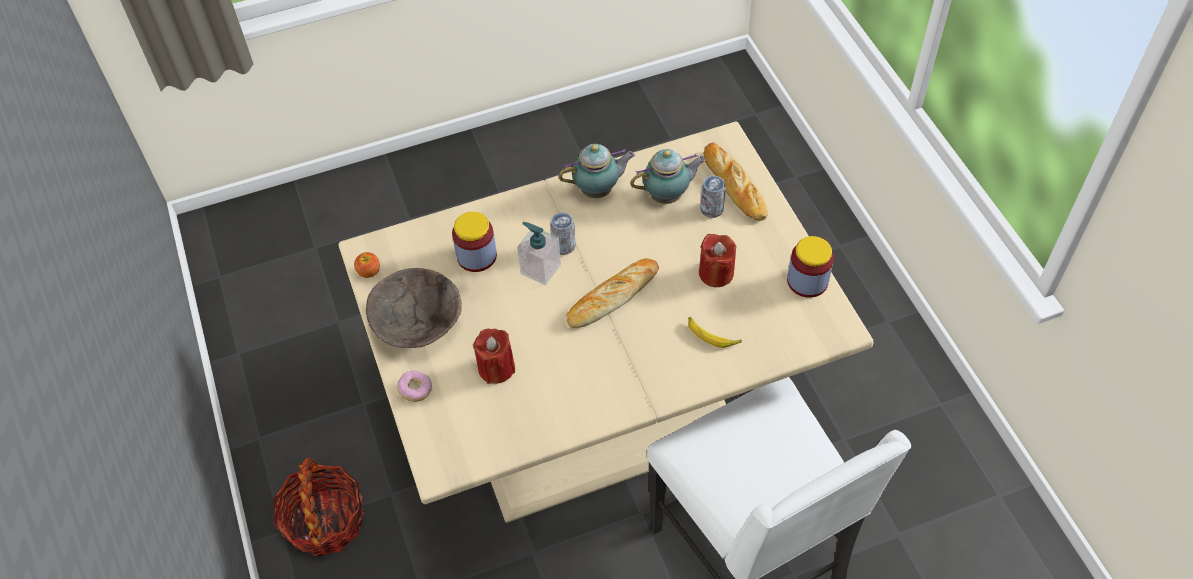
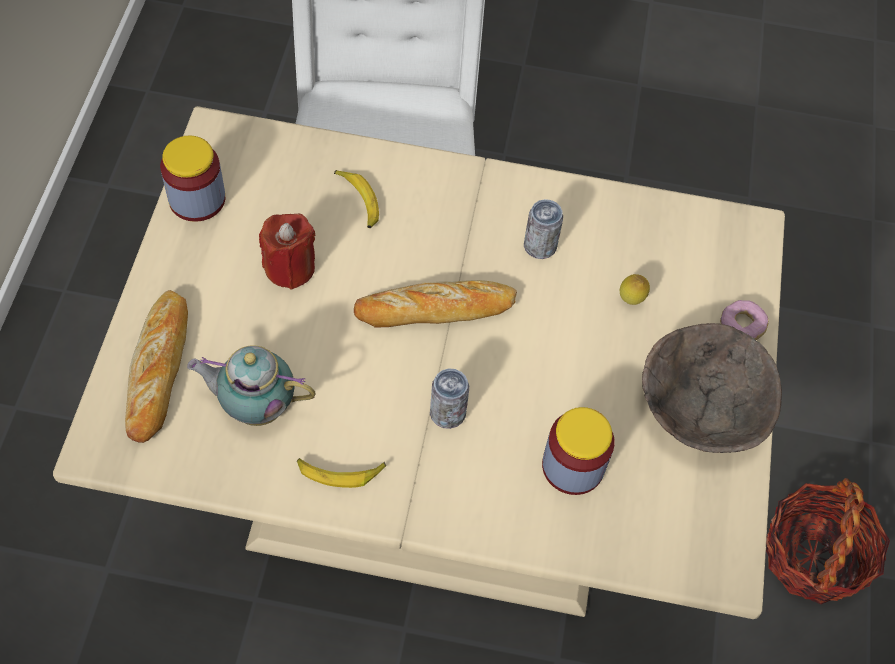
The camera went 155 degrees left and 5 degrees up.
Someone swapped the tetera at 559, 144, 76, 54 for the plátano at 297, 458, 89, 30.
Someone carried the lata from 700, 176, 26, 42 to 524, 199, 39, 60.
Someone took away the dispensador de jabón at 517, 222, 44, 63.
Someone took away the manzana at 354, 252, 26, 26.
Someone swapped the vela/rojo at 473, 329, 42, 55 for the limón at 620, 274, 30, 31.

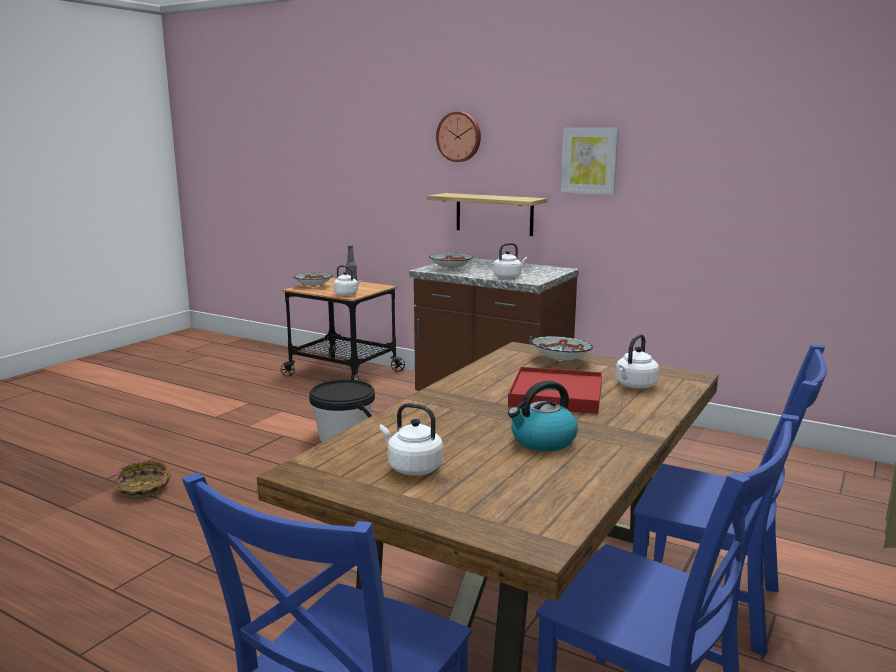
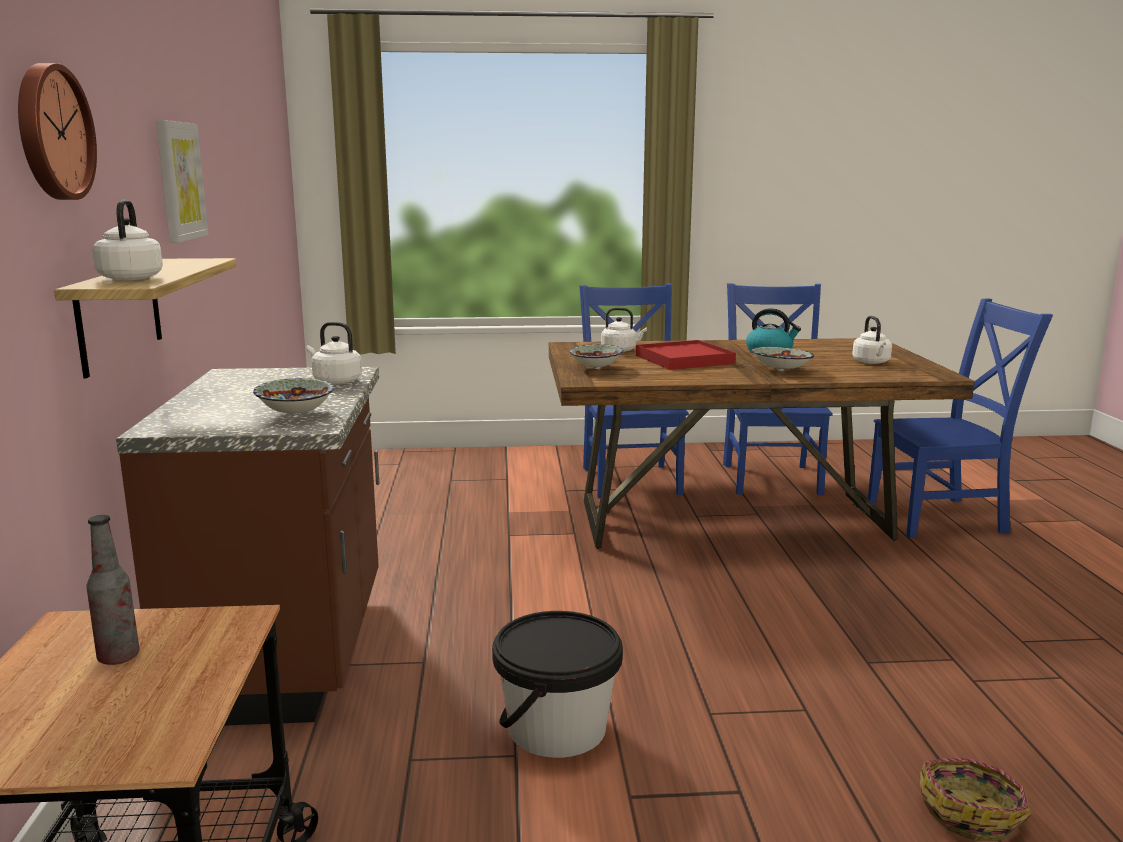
The camera went 125 degrees left and 0 degrees up.
Someone carried the hervidor/blanco from 334, 265, 27, 31 to 93, 200, 70, 80.
Someone carried the cuenco from 294, 273, 39, 14 to 751, 347, 63, 24.

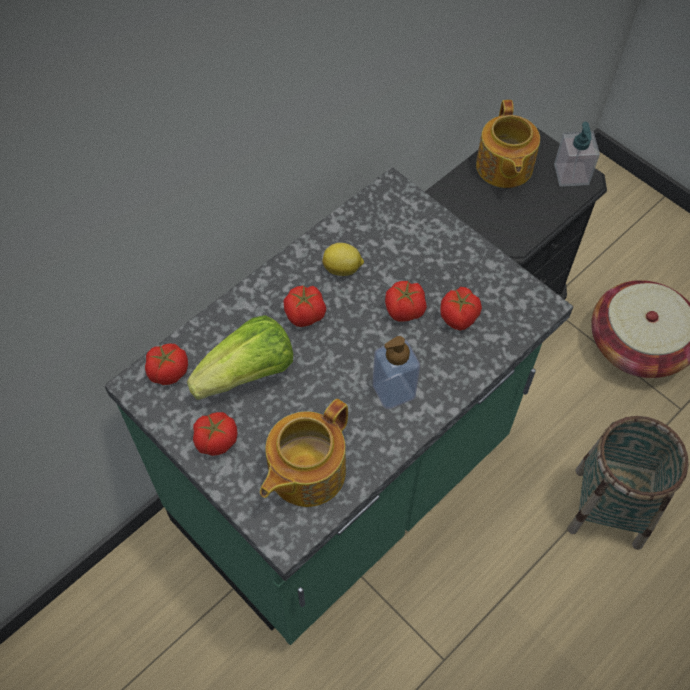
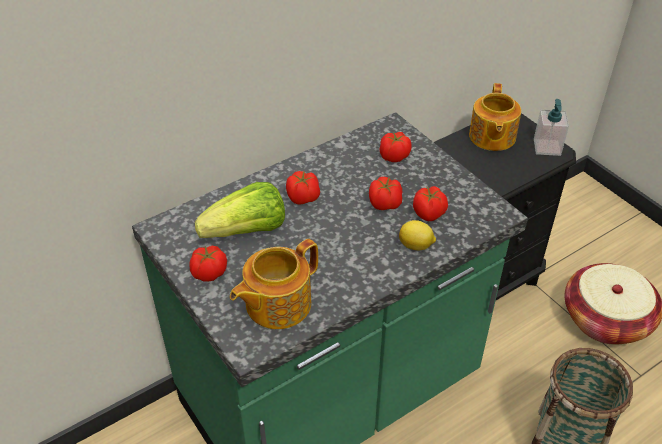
The camera went 10 degrees right and 15 degrees down.
Someone carried the limón from 322, 243, 42, 33 to 399, 220, 37, 30.
Someone took away the dispensador de jabón at 373, 336, 47, 73.
Someone carried the tomate from 145, 344, 43, 41 to 380, 132, 32, 30.

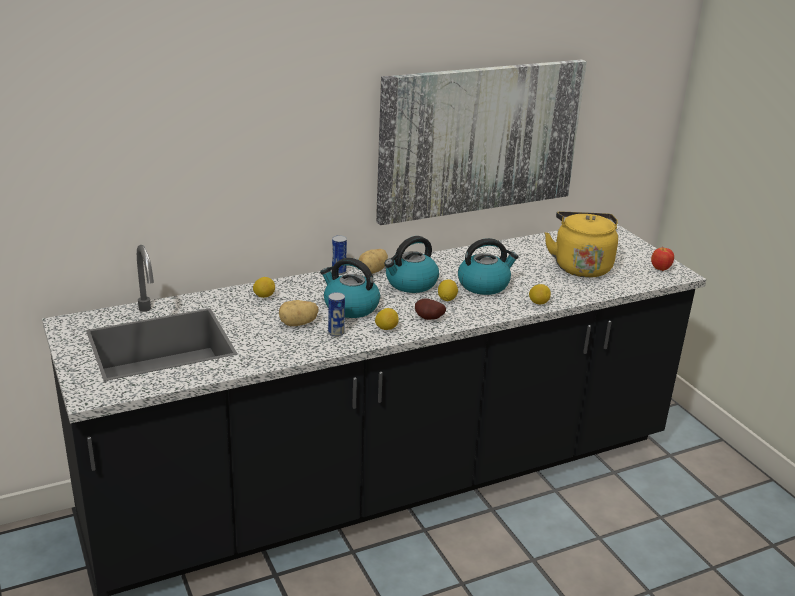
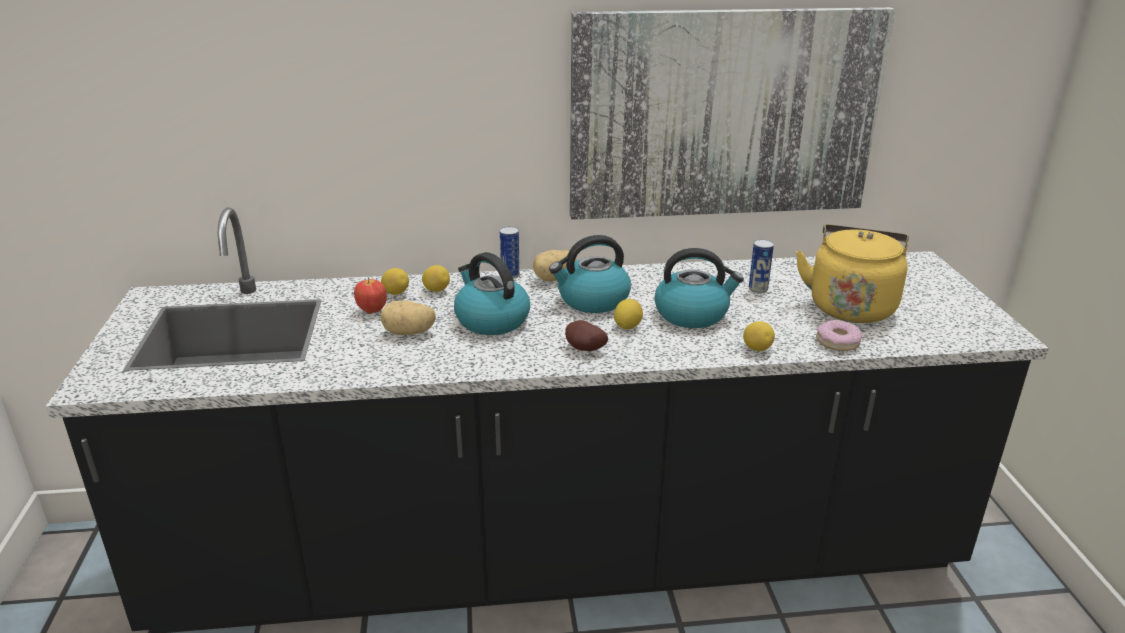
The camera went 20 degrees right and 0 degrees up.
Someone carried the manzana from 651, 247, 23, 24 to 354, 278, 33, 36.
Someone carried the lata from 328, 292, 17, 45 to 749, 239, 25, 54.
Someone carried the limón from 375, 308, 24, 22 to 422, 265, 28, 27.
Someone put down the rosquilla at 816, 320, 47, 31.

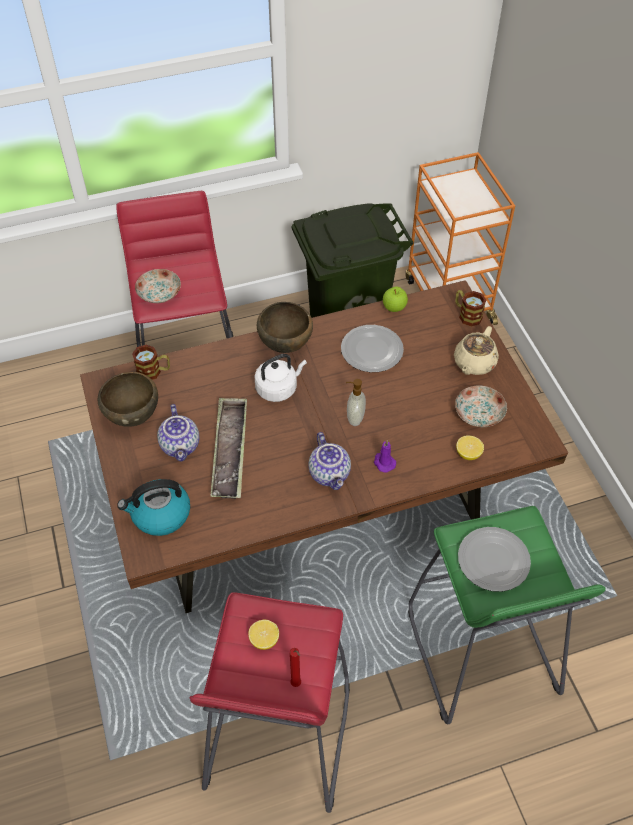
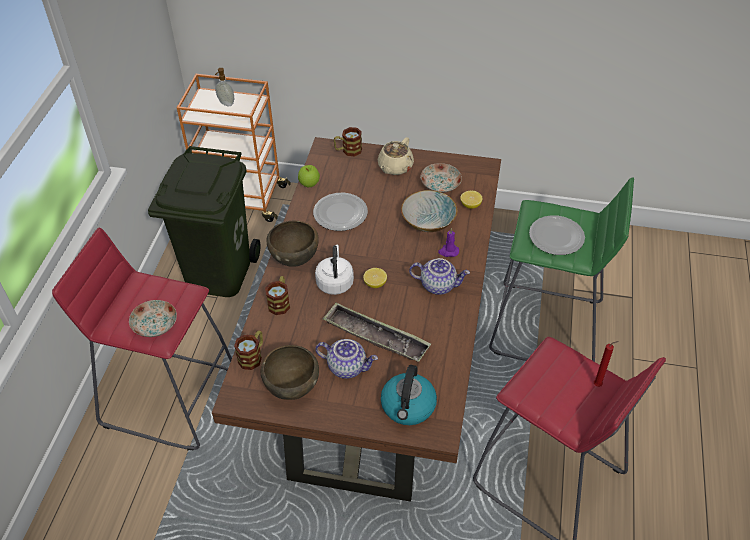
The camera went 60 degrees left and 5 degrees down.
Someone rotated the tetera/beis at 454, 326, 45, 49 by 60 degrees clockwise.
Someone carried the dispensador de jabón from 346, 379, 20, 47 to 215, 68, 19, 38.
Someone carried the limón from 248, 620, 31, 30 to 363, 268, 24, 20.
Someone put down the cuenco at 401, 190, 56, 42.
Someone put down the taza grande at 265, 276, 25, 39.

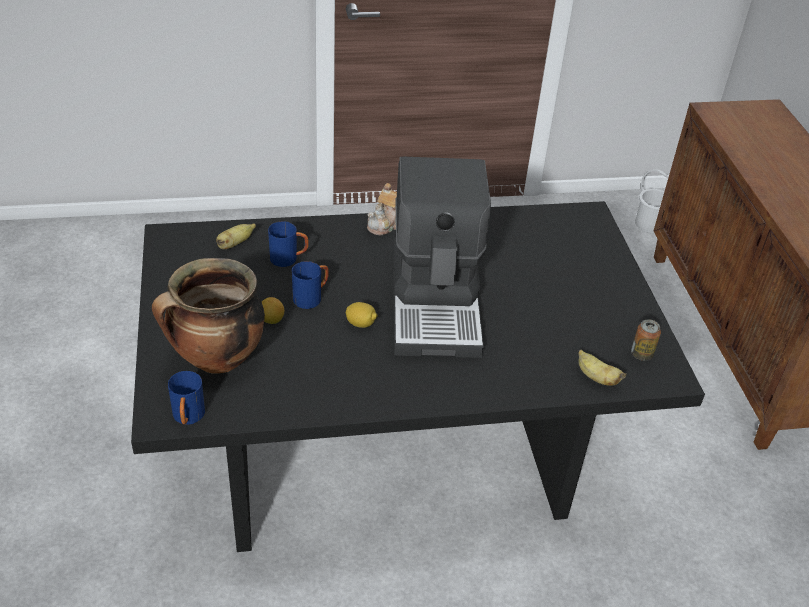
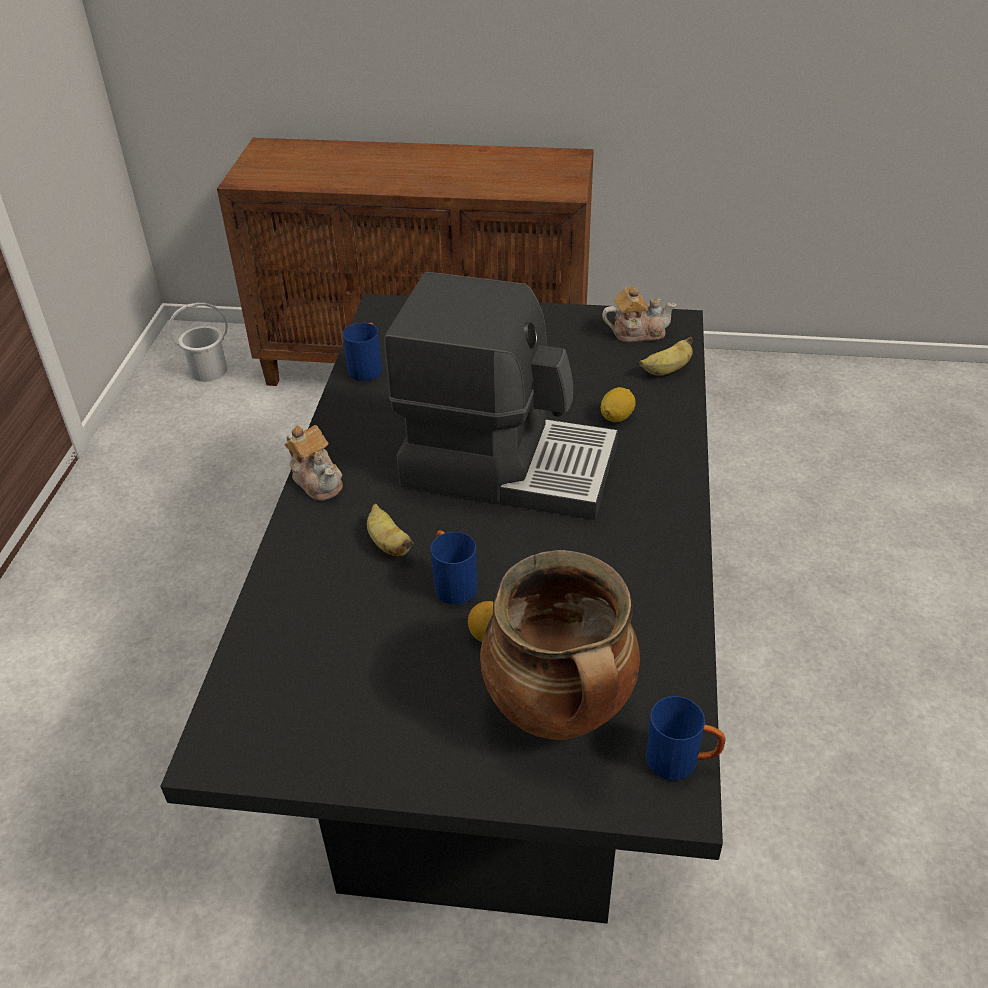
The camera went 70 degrees left and 0 degrees up.
Someone carried the taza grande/azul from 268, 221, 41, 46 to 342, 323, 40, 58.
Someone carried the plátano from 216, 223, 40, 26 to 367, 504, 46, 52.
Someone carried the limón from 346, 302, 32, 26 to 601, 387, 35, 35.
Someone swapped the lata at 631, 319, 30, 42 for the tetera at 602, 286, 75, 56.

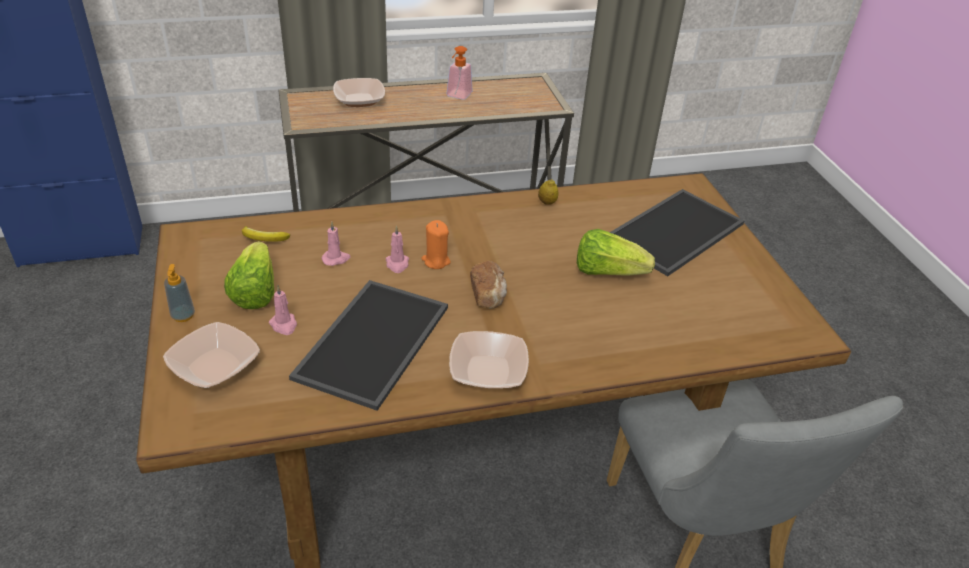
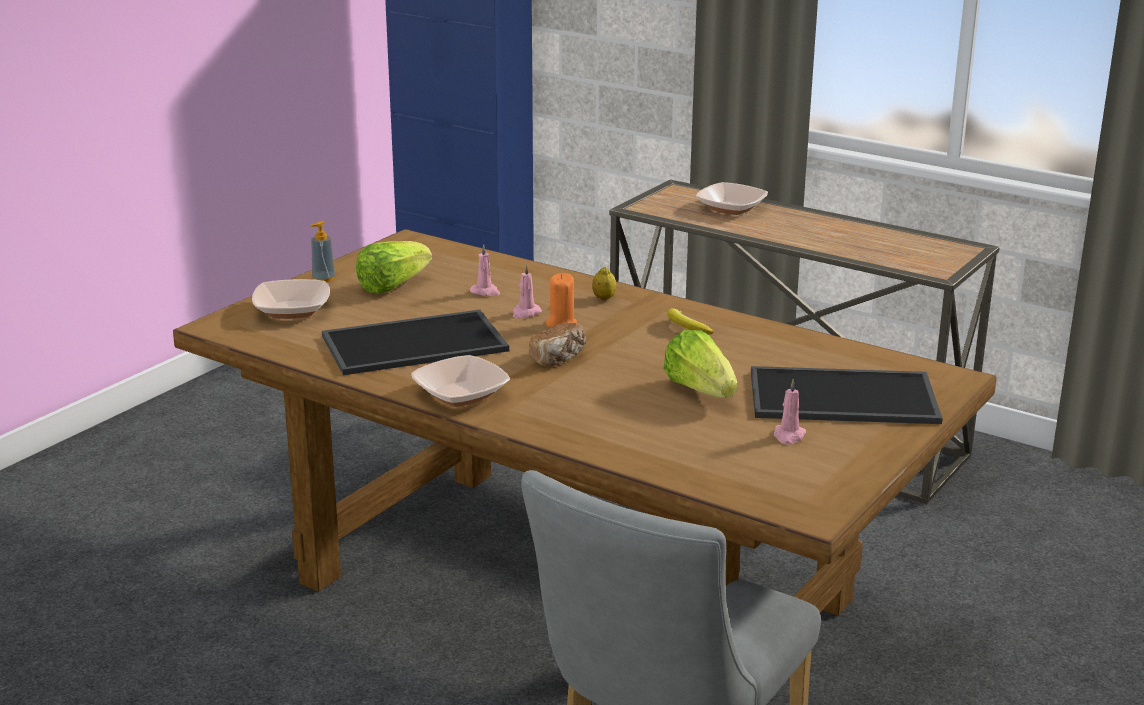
The camera went 50 degrees right and 15 degrees down.
Someone took away the dispensador de jabón at 447, 46, 25, 54.
Someone carried the limón from 538, 180, 20, 25 to 592, 267, 24, 33.
Someone carried the plátano from 242, 226, 48, 16 to 667, 308, 46, 27.
Someone carried the vela/rosa from 269, 285, 28, 50 to 774, 379, 33, 66.

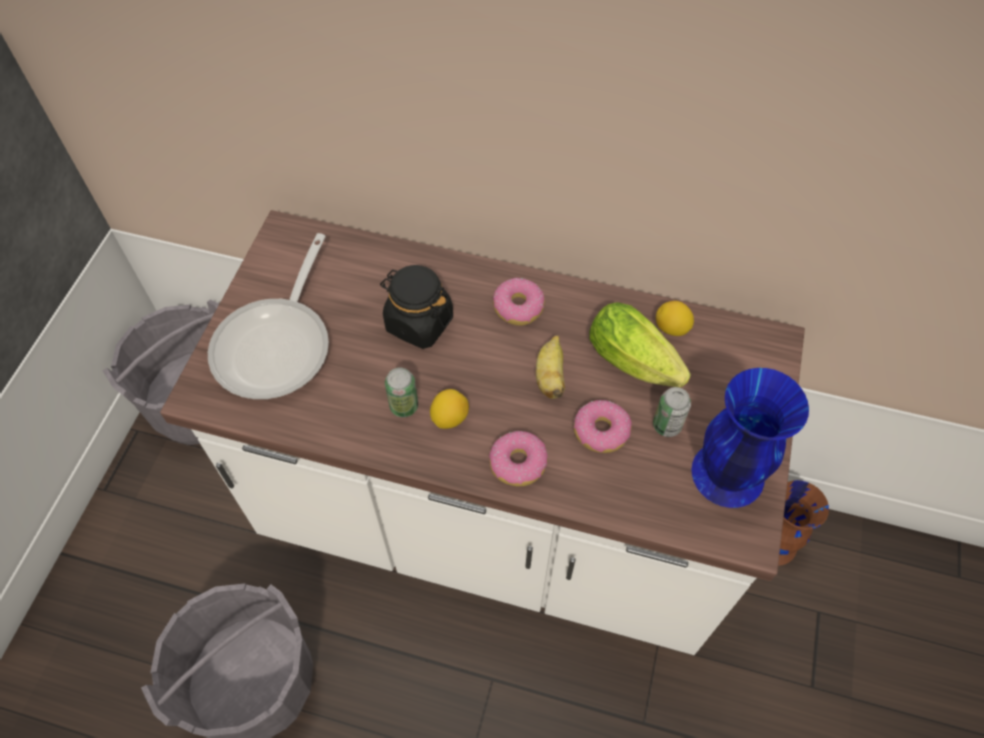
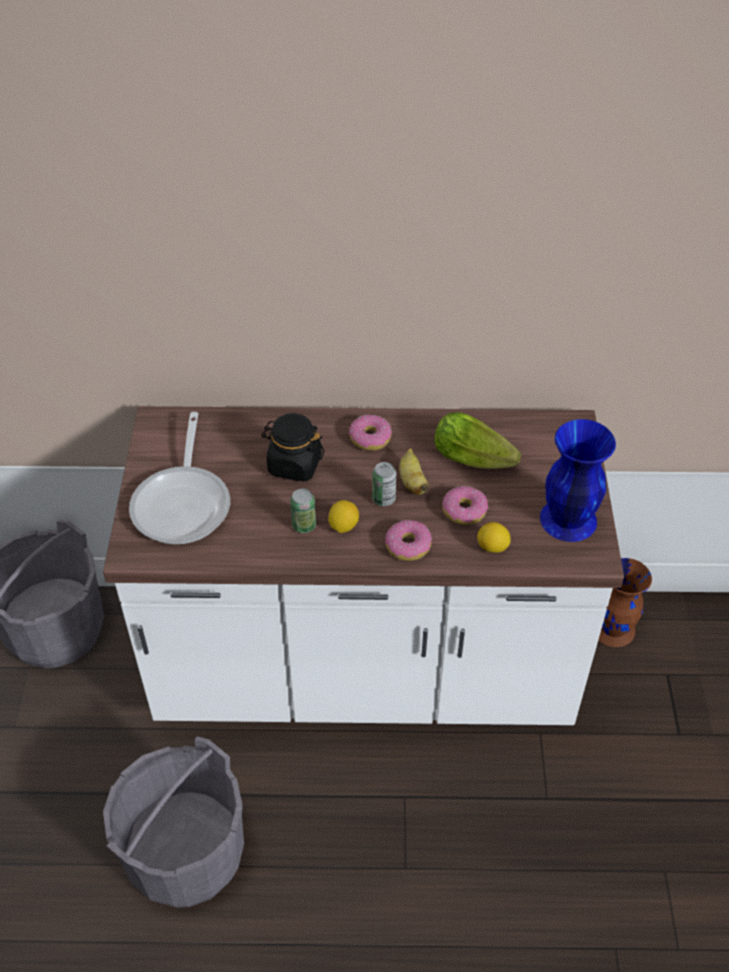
The camera went 15 degrees left and 10 degrees down.
Someone carried the limón from 656, 301, 38, 35 to 477, 522, 34, 31.
Someone carried the lata from 653, 387, 38, 50 to 372, 462, 24, 44.

